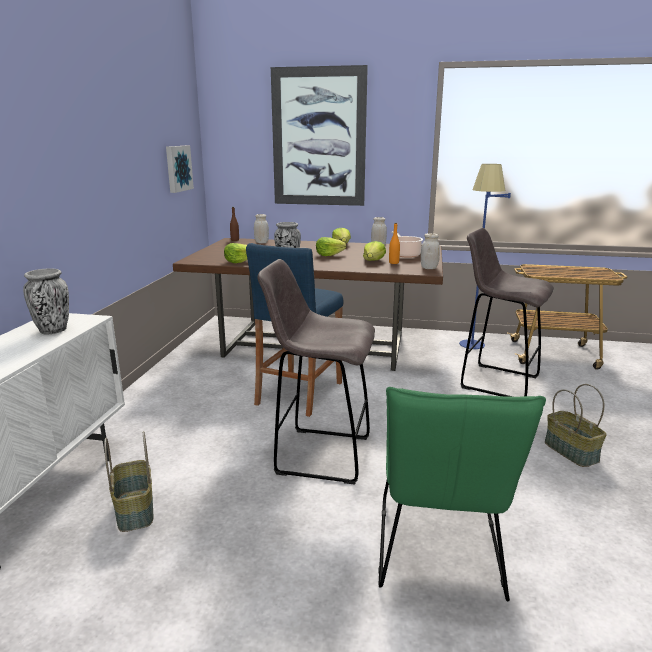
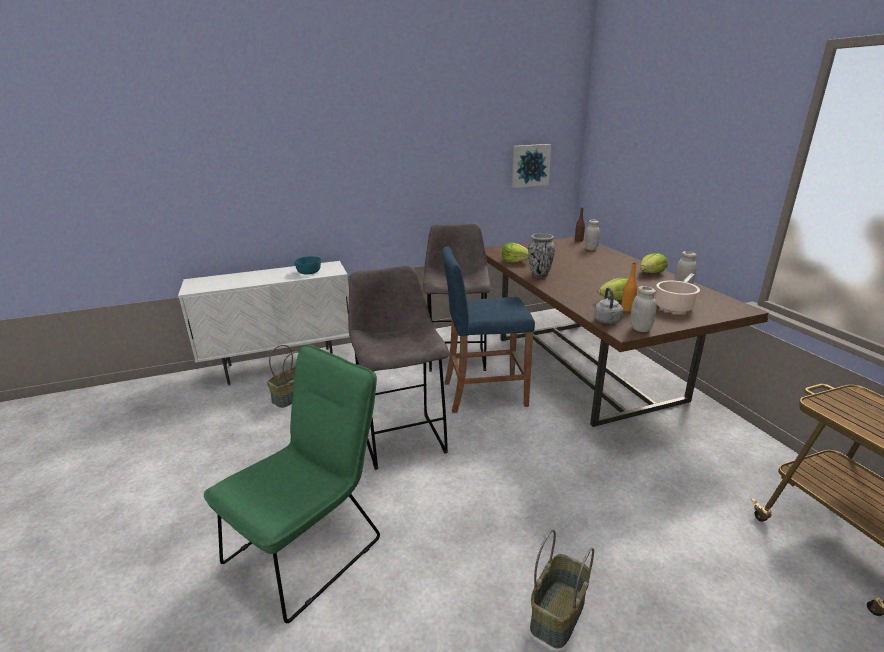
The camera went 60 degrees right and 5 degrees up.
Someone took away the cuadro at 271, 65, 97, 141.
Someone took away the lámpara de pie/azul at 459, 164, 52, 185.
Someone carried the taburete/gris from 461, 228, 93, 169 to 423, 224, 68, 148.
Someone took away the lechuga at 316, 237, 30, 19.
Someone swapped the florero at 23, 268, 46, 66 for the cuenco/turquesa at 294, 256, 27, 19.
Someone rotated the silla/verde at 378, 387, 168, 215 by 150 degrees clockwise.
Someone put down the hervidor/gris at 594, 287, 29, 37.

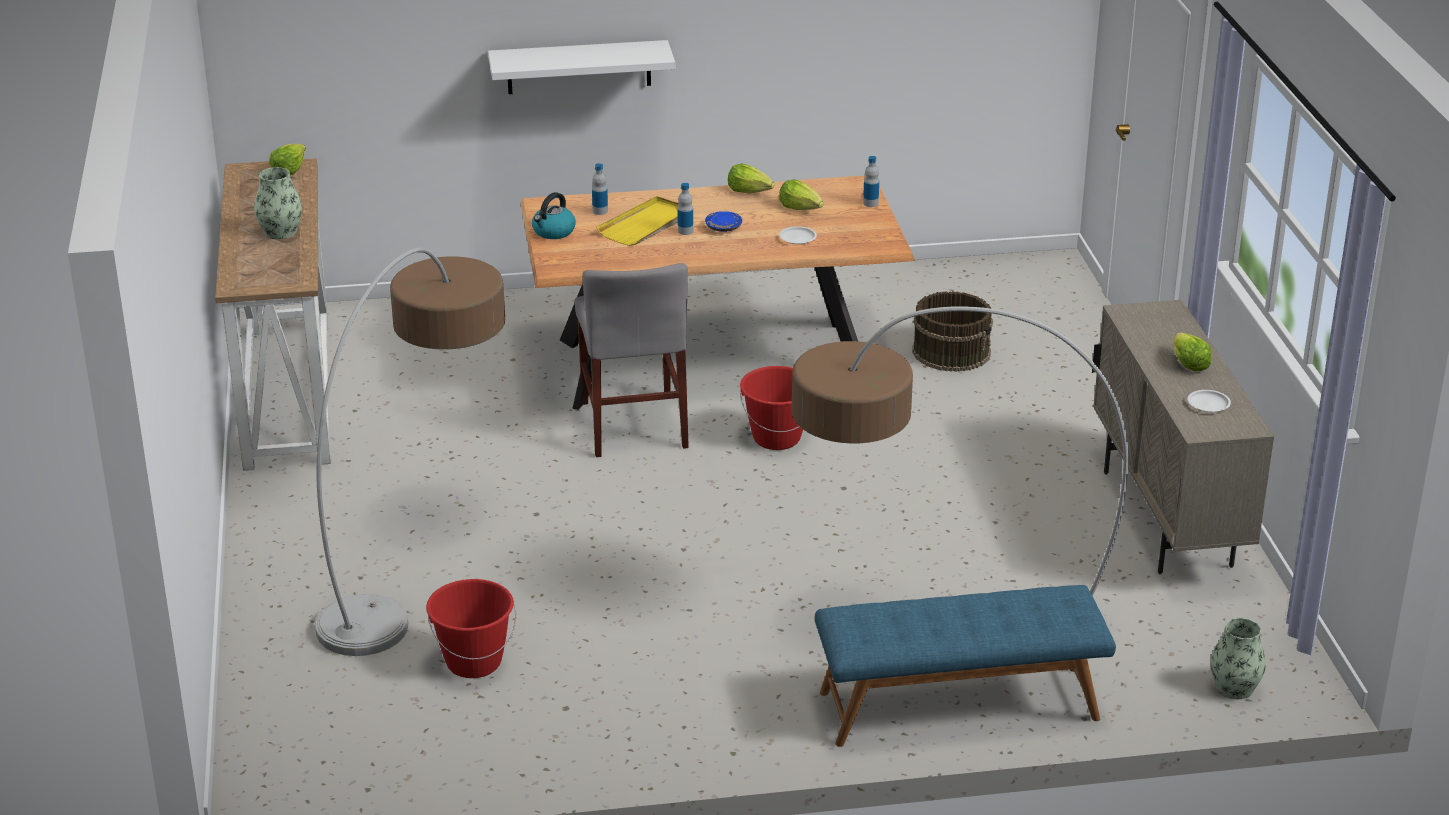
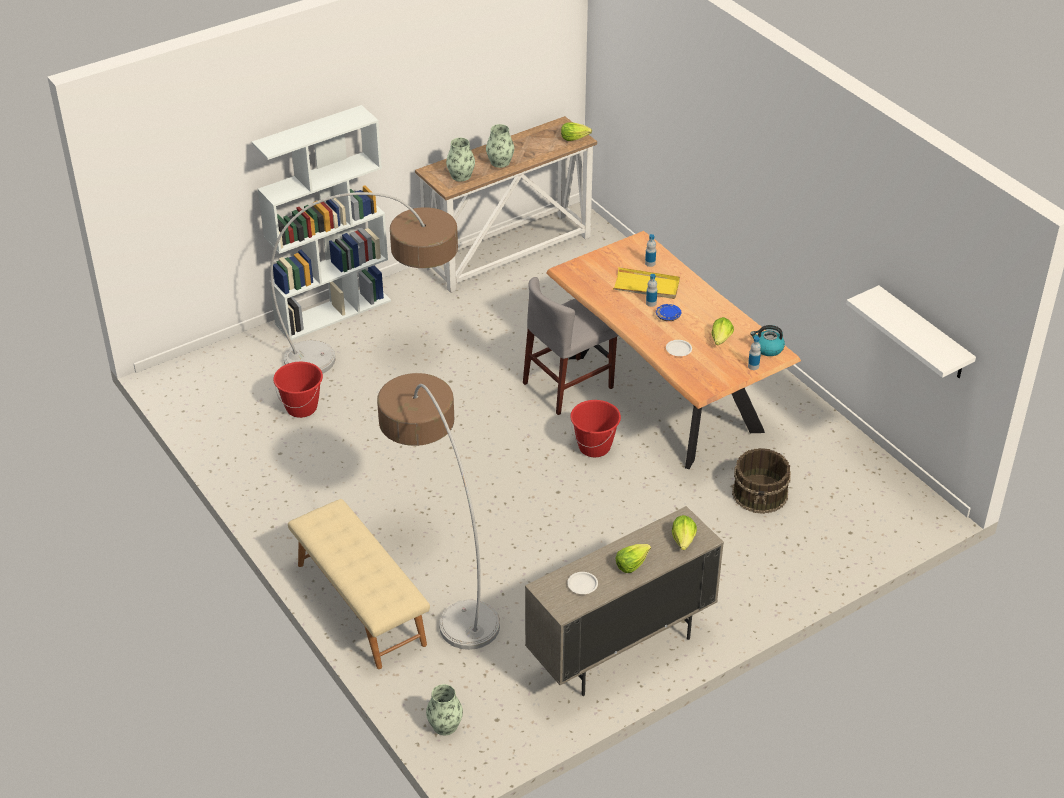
The camera went 65 degrees right and 10 degrees up.
Someone carried the estante/blanco from 488, 40, 187, 54 to 846, 285, 130, 93.
Someone carried the lechuga from 728, 163, 47, 30 to 672, 515, 25, 35.
Someone carried the hervidor from 532, 192, 43, 47 to 750, 325, 35, 31.
Someone repainted the banco/azul at 815, 585, 301, 162, which became the banco/beis at 288, 499, 142, 170.
Someone put down the estantería/blanco at 252, 105, 139, 236.
Someone put down the florero at 446, 138, 29, 43.

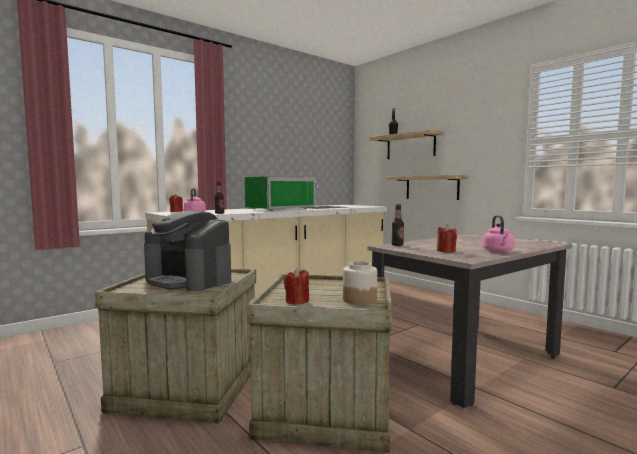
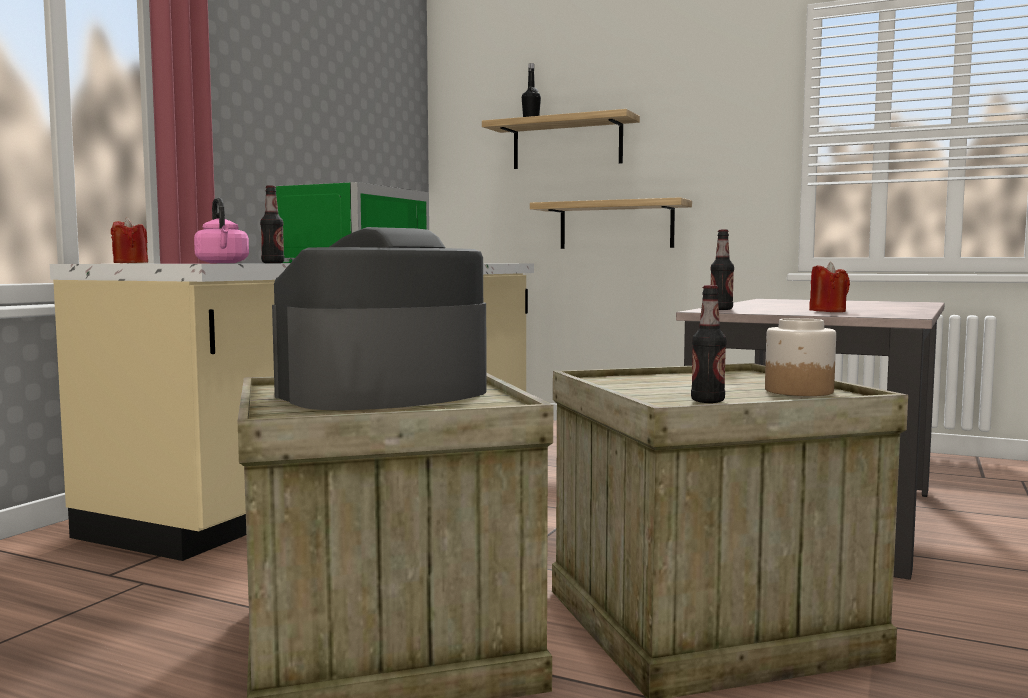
The camera went 25 degrees left and 0 degrees up.
Someone rotated the cafetera at 144, 211, 87, 80 by 135 degrees clockwise.
Someone took away the hervidor/rosa at 483, 215, 32, 37.
Someone swapped the vela/rojo at 284, 268, 25, 37 for the botella at 691, 285, 35, 118.

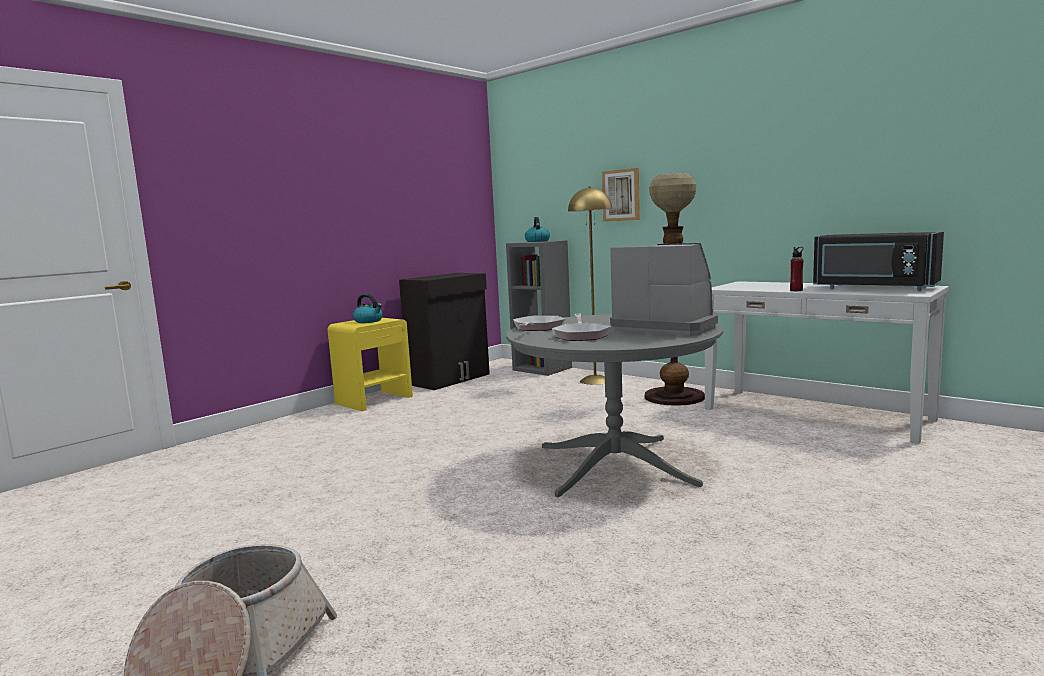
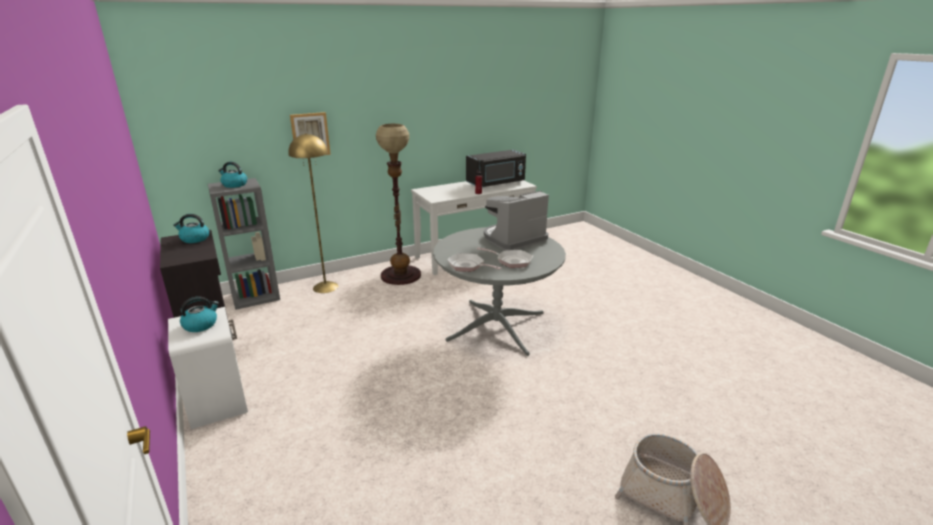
The camera went 70 degrees left and 15 degrees up.
Someone repainted the mesita de noche/amarillo at 327, 318, 86, 93, which became the mesita de noche/blanco at 168, 307, 80, 122.
Someone put down the hervidor at 173, 214, 36, 29.

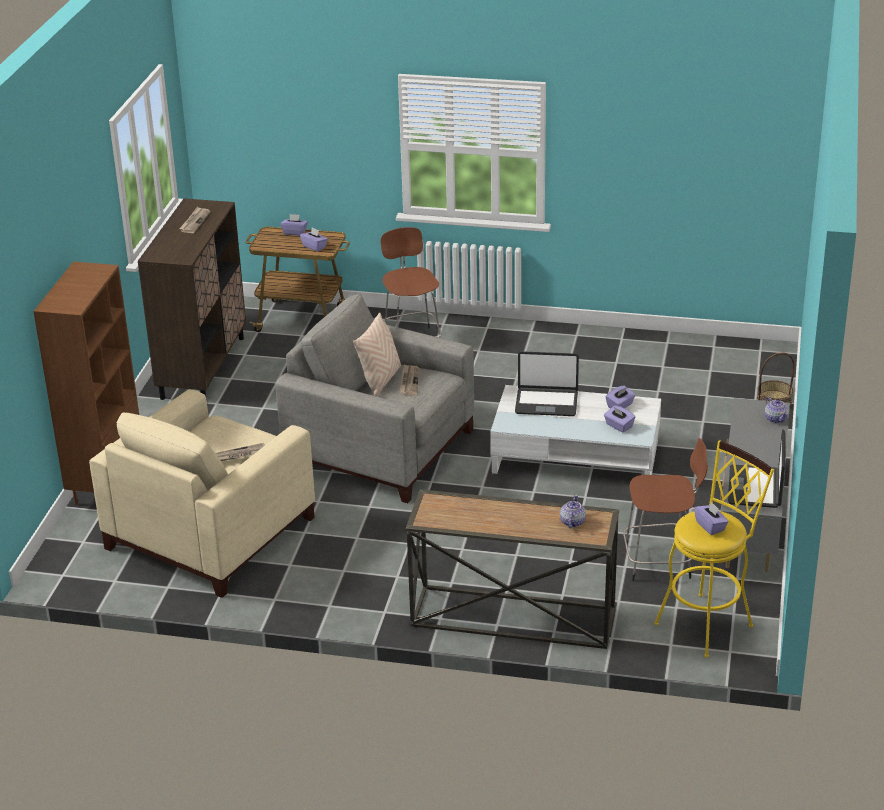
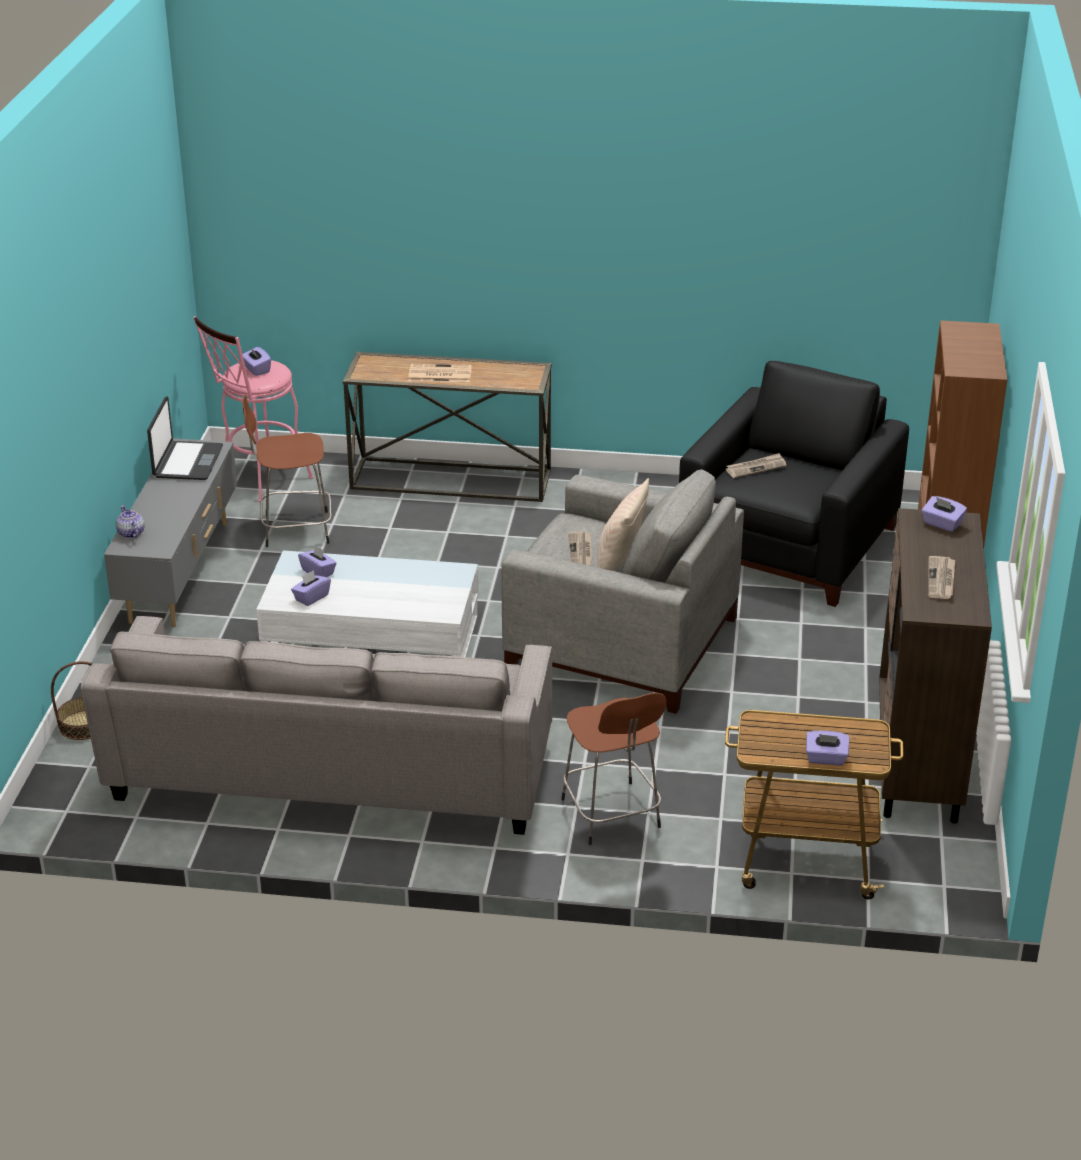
The camera went 175 degrees right and 0 degrees up.
Someone carried the caja de pañuelos/morado from 300, 228, 28, 24 to 922, 496, 45, 36.
Someone took away the portátil at 515, 351, 64, 65.
Someone repainted the sillón/beis at 89, 389, 226, 209, which became the sillón/negro at 679, 361, 230, 246.
Someone repainted the taburete/amarillo at 654, 440, 120, 218, which became the taburete/rosa at 193, 316, 121, 186.
Someone took away the tetera at 560, 495, 26, 33.
Someone put down the periódico at 408, 364, 64, 18.
Someone put down the sofá/gris at 81, 616, 471, 219.

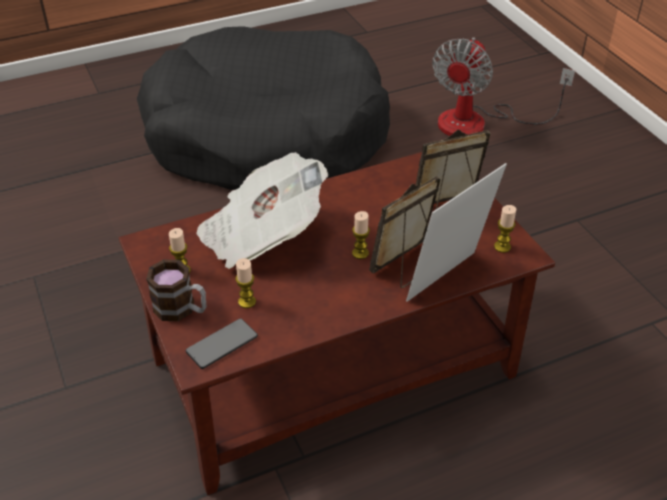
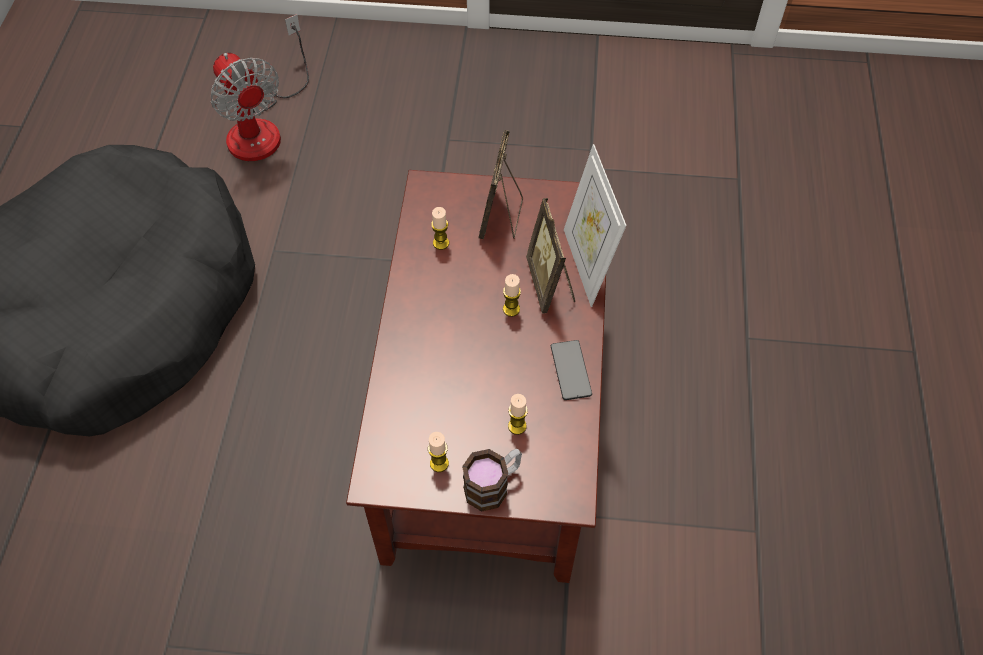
The camera went 60 degrees left and 15 degrees up.
Someone took away the periódico at 196, 152, 132, 117.
Someone carried the vela from 494, 205, 22, 48 to 431, 207, 18, 43.
Someone carried the móvil from 186, 318, 72, 51 to 551, 340, 41, 60.

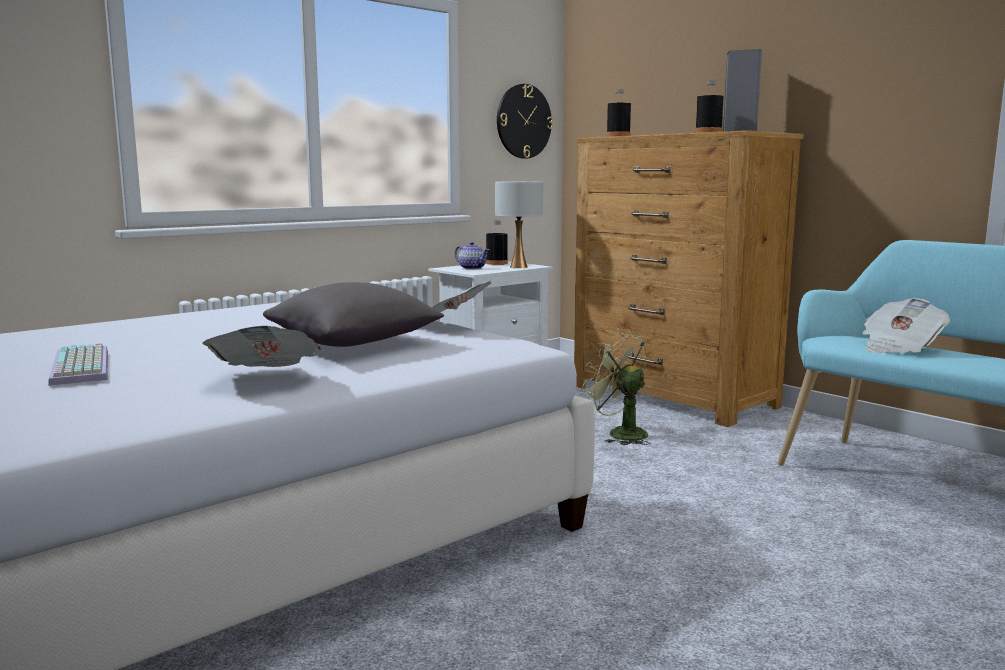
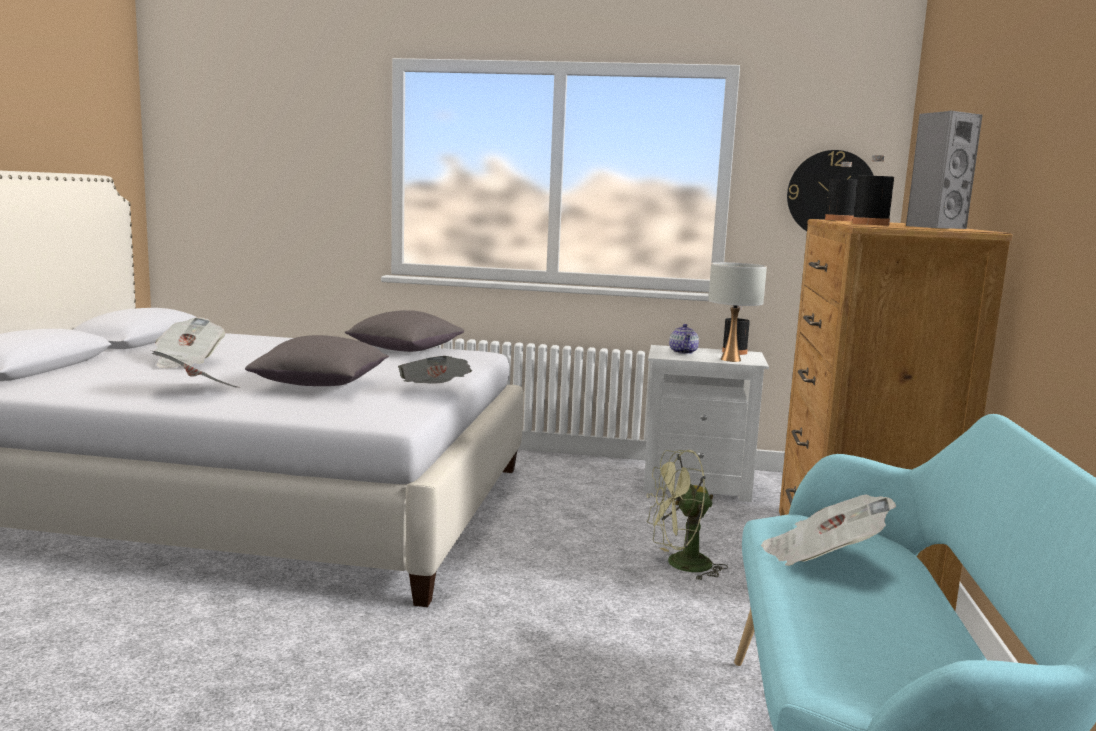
The camera went 50 degrees right and 0 degrees up.
Someone rotated the ventilador/verde at 582, 331, 68, 114 by 105 degrees counterclockwise.
Someone swapped the teclado at 48, 343, 60, 43 for the periódico at 154, 317, 71, 51.
Someone put down the cojín/gris at 344, 310, 120, 42.

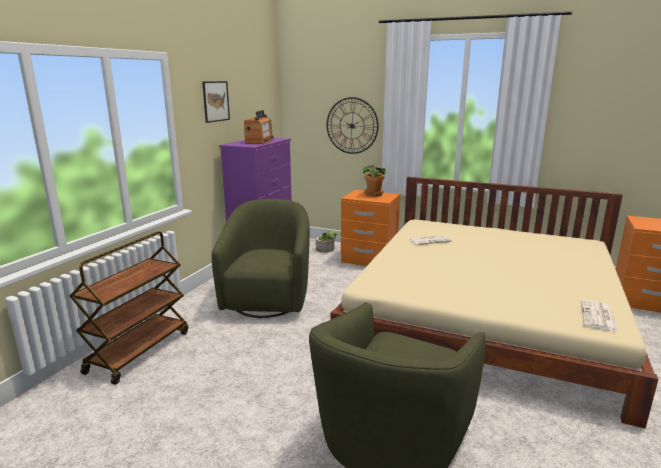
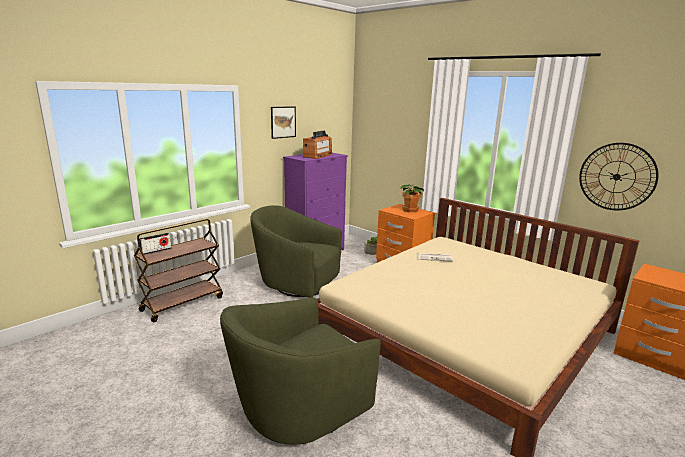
The camera went 20 degrees right and 0 degrees up.
Someone carried the reloj de pared from 327, 97, 52, 57 to 579, 143, 80, 67.
Someone rotated the sillón/verde at 212, 199, 98, 119 by 90 degrees counterclockwise.
Someone took away the periódico at 581, 300, 37, 32.
Someone put down the radio at 139, 233, 33, 22.

